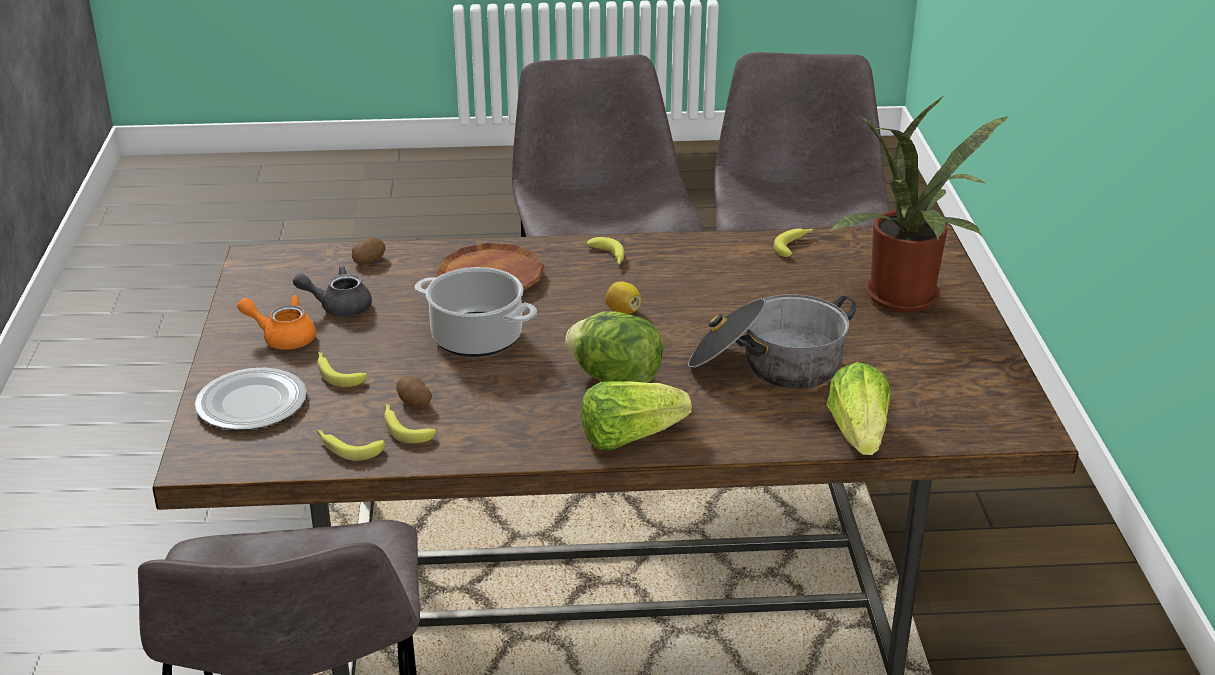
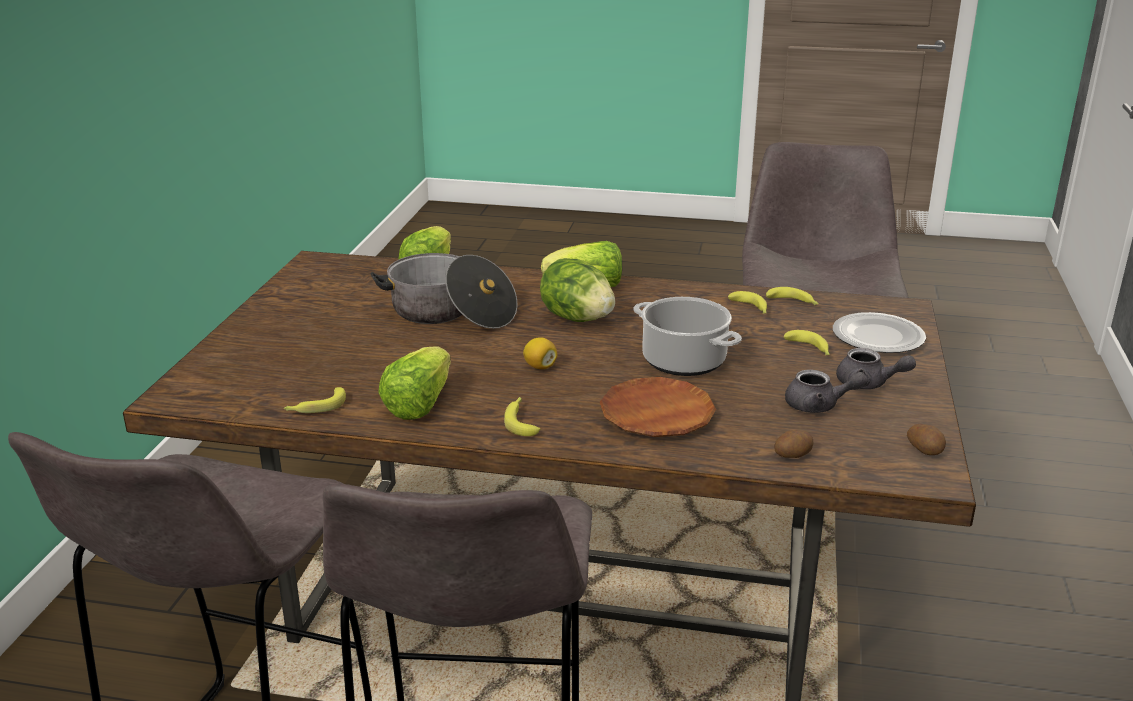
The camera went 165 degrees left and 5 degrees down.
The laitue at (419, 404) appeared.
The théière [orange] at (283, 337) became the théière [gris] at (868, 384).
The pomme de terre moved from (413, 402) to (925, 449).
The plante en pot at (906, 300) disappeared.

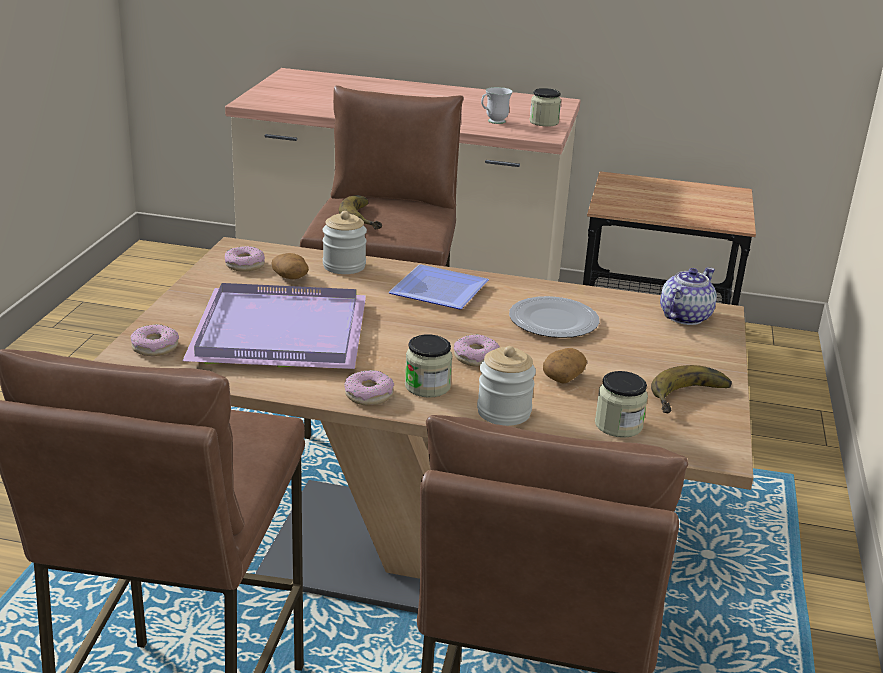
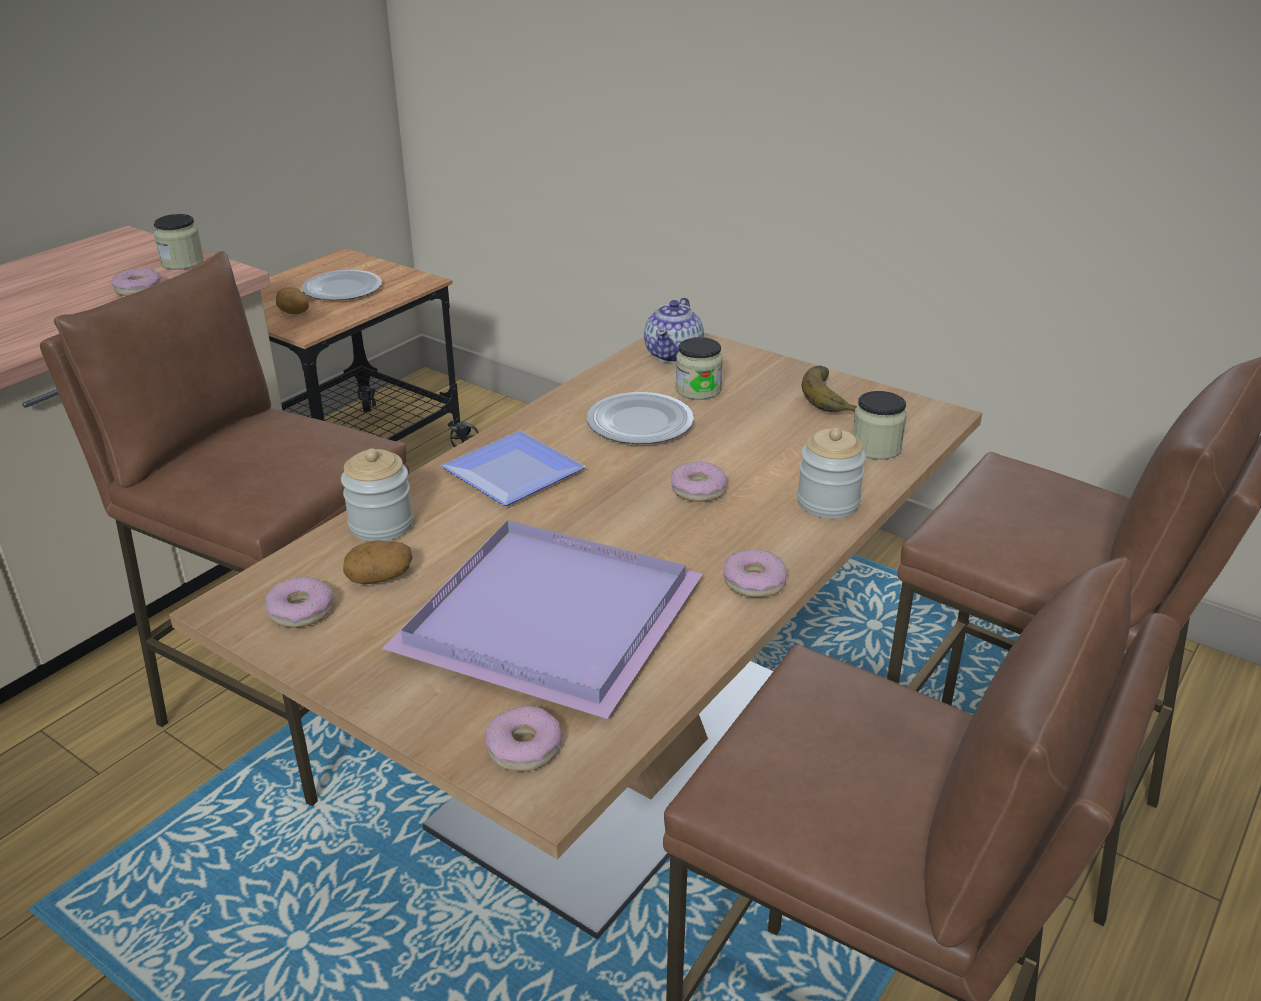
The camera went 65 degrees left and 5 degrees up.
The mug [blanc] at (493, 122) was replaced by the beignet at (138, 289).
The pomme de terre moved from (563, 377) to (293, 311).
The assiette at (343, 289) appeared.
The théière at (684, 317) turned 135 degrees counterclockwise.
The bocal moved from (427, 386) to (698, 390).
The banane at (367, 217) disappeared.

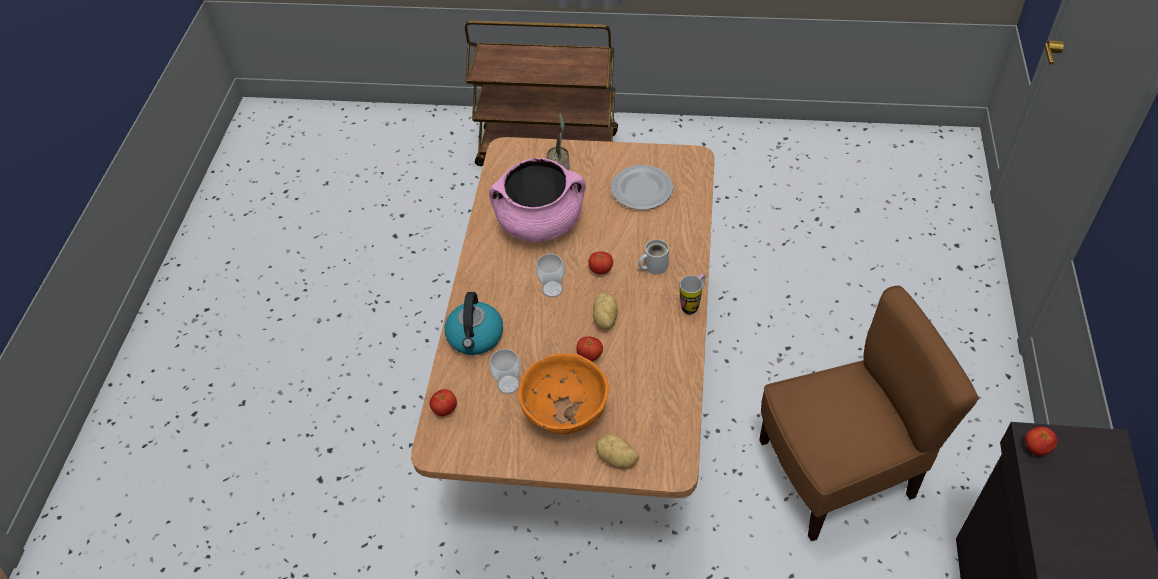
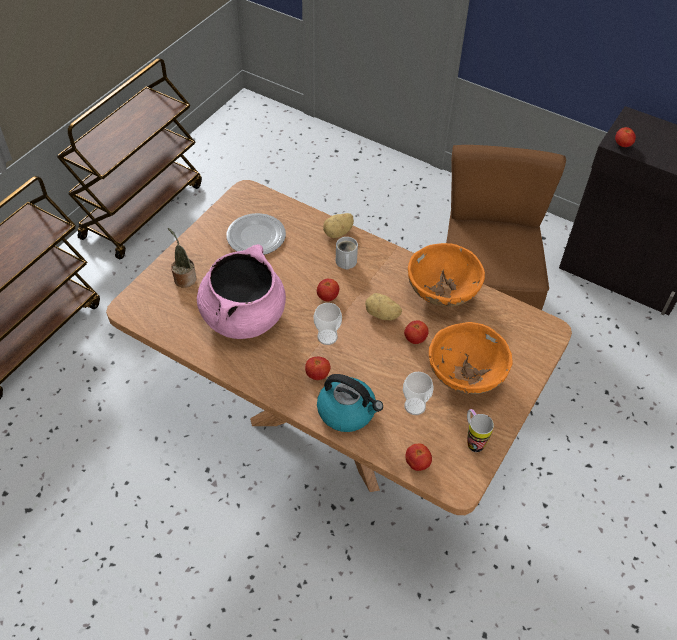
The camera went 70 degrees left and 0 degrees up.
The chariot [marron] at (142, 210) appeared.
The tomate at (317, 375) appeared.
The pomme de terre moved from (617, 459) to (338, 233).
The bol [orange] at (442, 294) appeared.
The mug moved from (693, 304) to (472, 440).

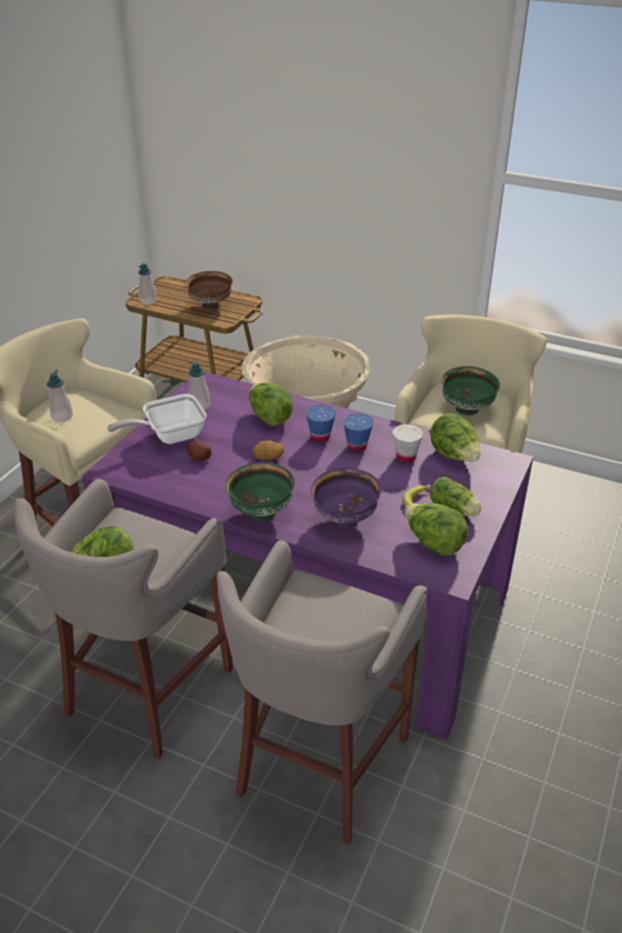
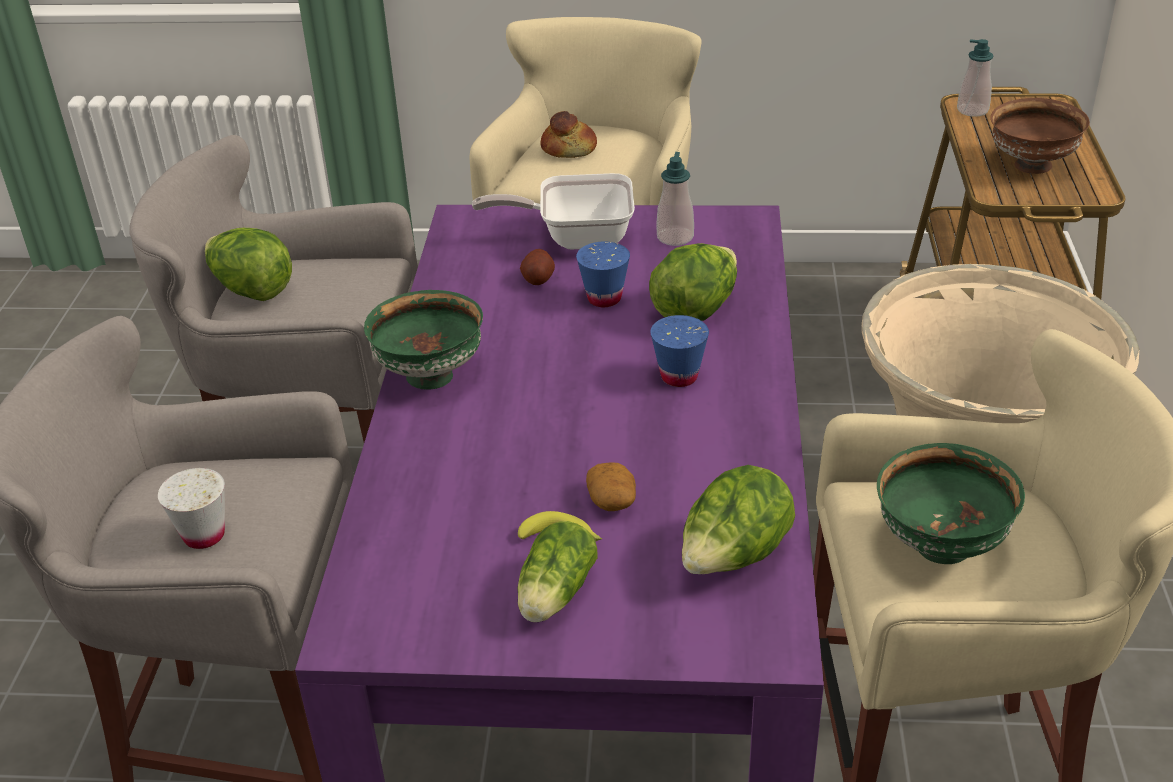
The camera went 70 degrees right and 0 degrees up.
The tasse [blanc] moved from (405, 456) to (204, 535).
The poêle at (169, 436) turned 45 degrees counterclockwise.
The distributeur de savon at (62, 417) was replaced by the pain at (569, 148).
The tasse [bleu] moved from (357, 445) to (604, 298).
The pomme de terre moved from (269, 457) to (612, 500).
The bol [violet] at (345, 519) disappeared.
The laitue at (433, 543) disappeared.

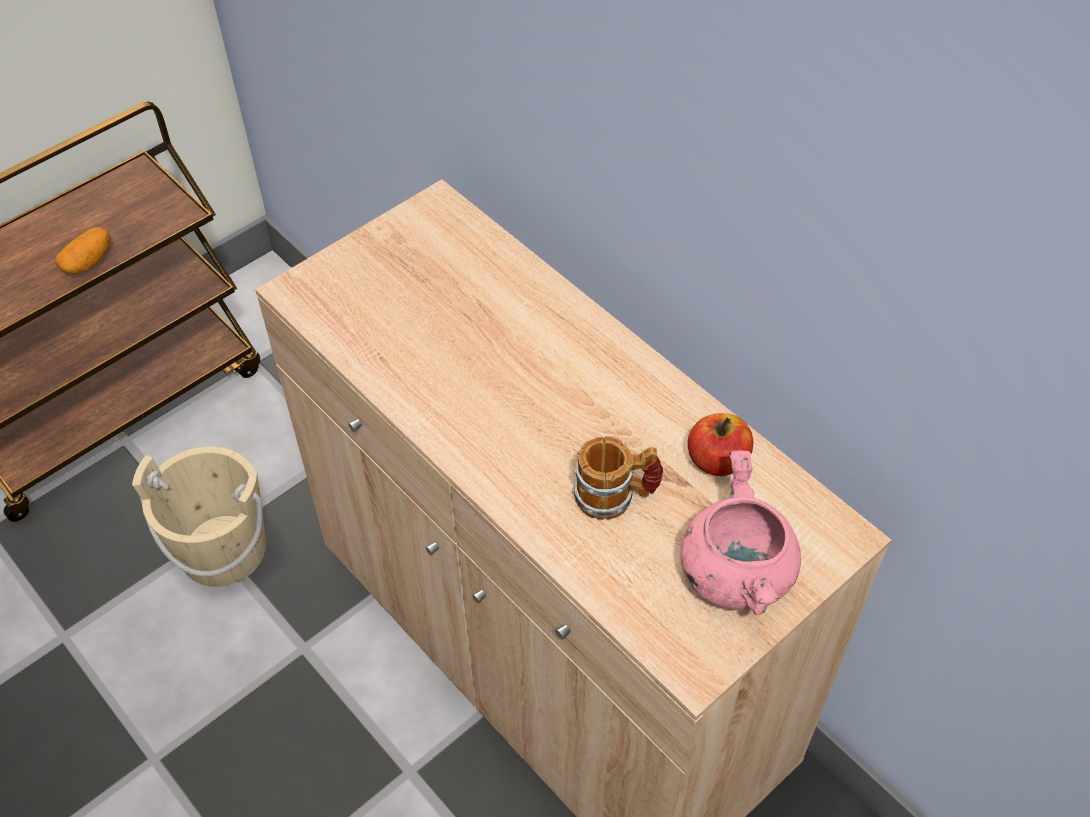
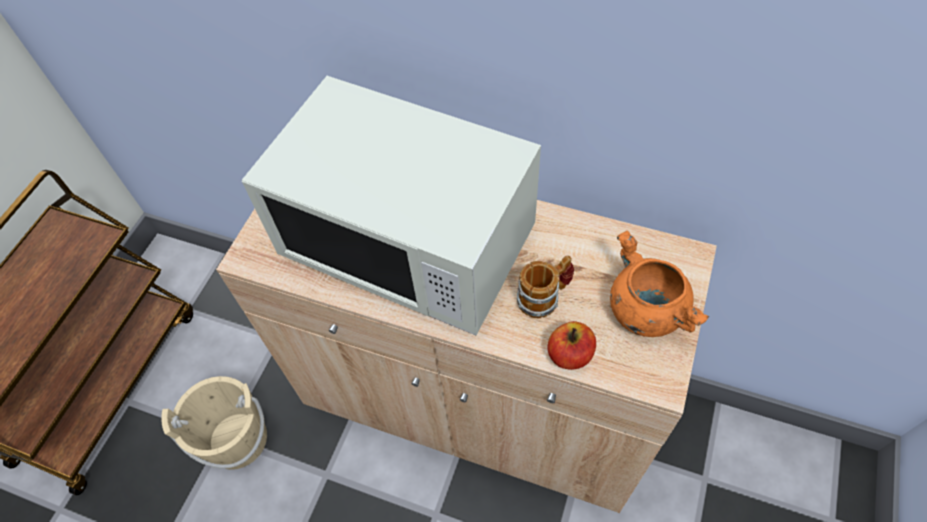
The camera went 25 degrees left and 5 degrees up.
The micro-ondes [blanc] at (409, 244) appeared.
The pomme moved from (717, 460) to (570, 355).
The marmite [rose] at (735, 572) became the marmite [orange] at (645, 310).
The pomme de terre at (88, 262) disappeared.

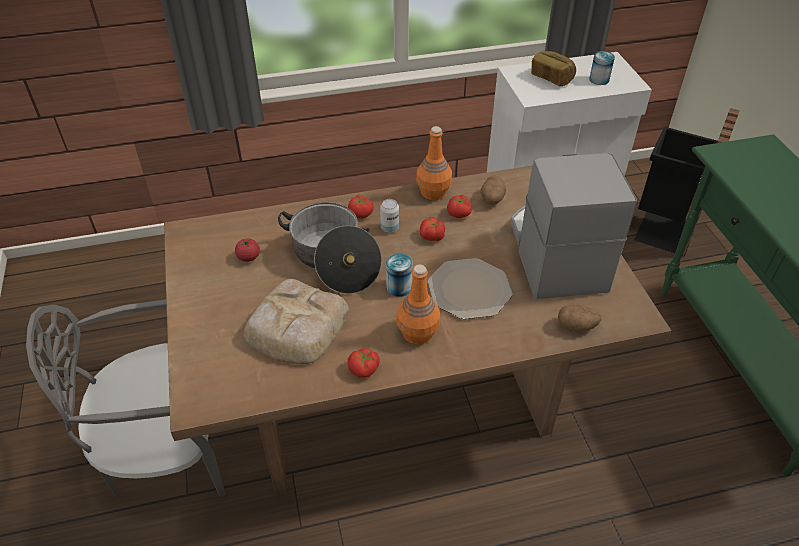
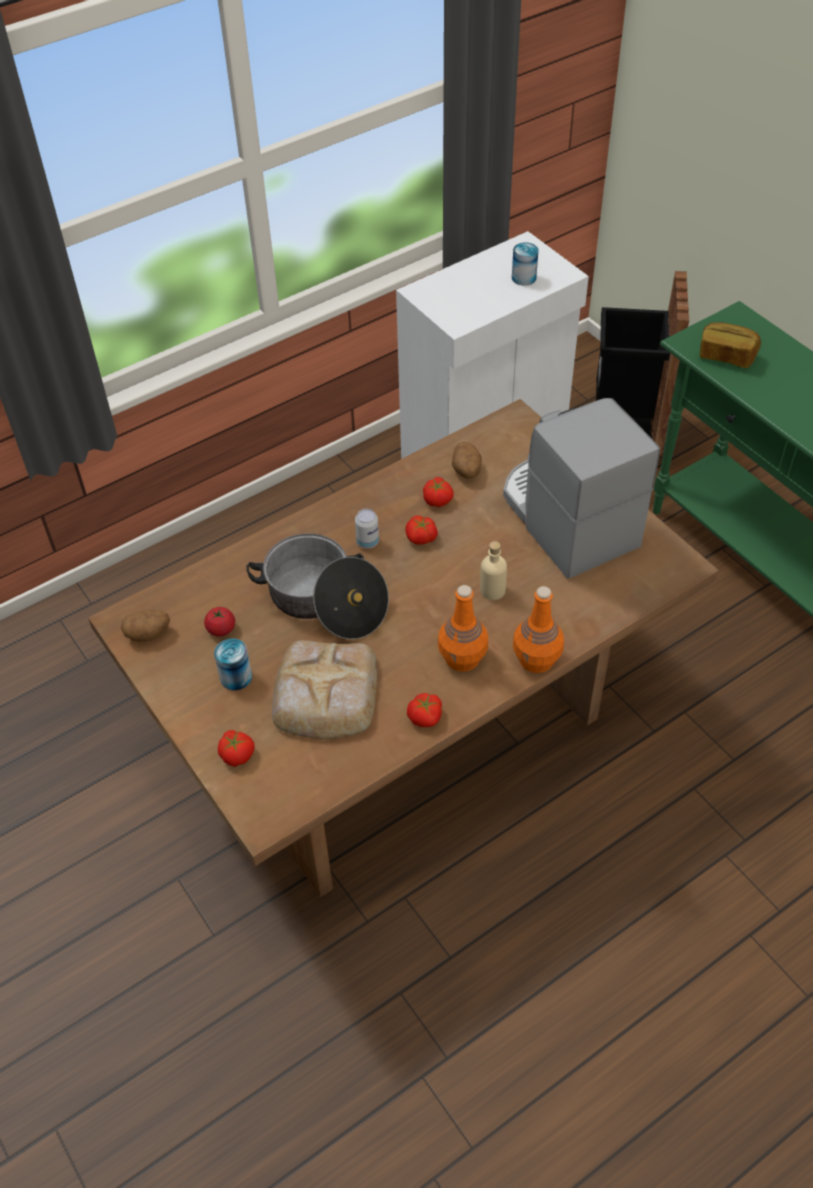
The camera went 20 degrees left and 5 degrees up.
The pomme de terre moved from (577, 326) to (148, 634).
The boîte métallique moved from (399, 287) to (236, 677).
The tomate moved from (361, 213) to (237, 754).
The assiette at (468, 290) was replaced by the bouteille [beige] at (492, 590).
The bouteille [orange] moved from (433, 192) to (537, 659).
The pain moved from (552, 78) to (726, 356).
The chaise [gris] at (166, 450) disappeared.

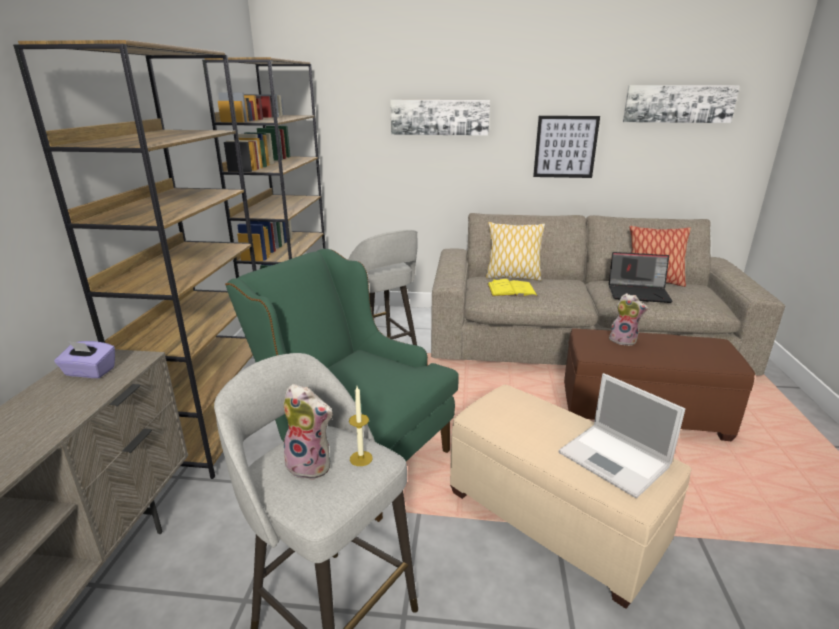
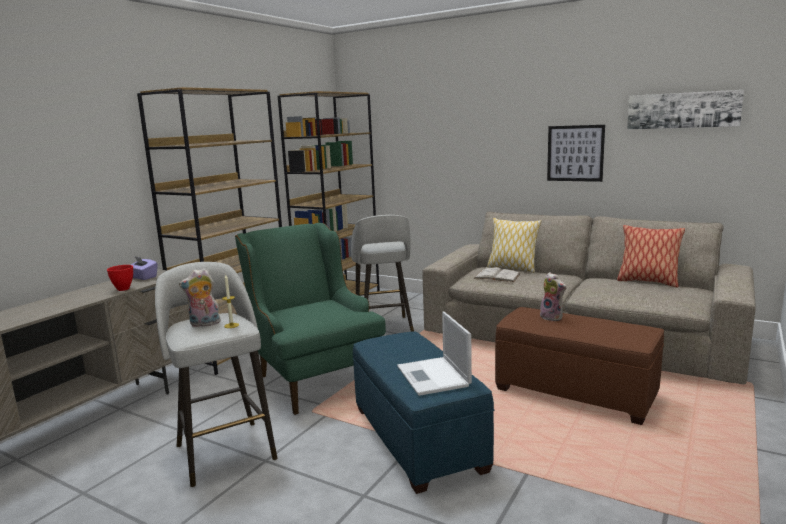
The camera went 25 degrees right and 10 degrees down.
The bol [rouge] at (122, 289) appeared.
The peluche at (311, 465) turned 120 degrees clockwise.
The pouf [beige] at (554, 519) became the pouf [bleu] at (418, 438).
The livre [jaune] at (511, 289) became the livre [blanc] at (497, 276).
The tableau at (439, 117) disappeared.
The ordinateur portable at (639, 293) disappeared.

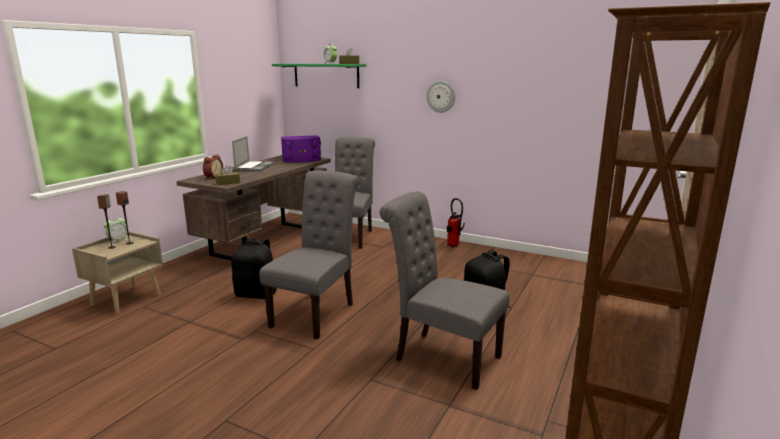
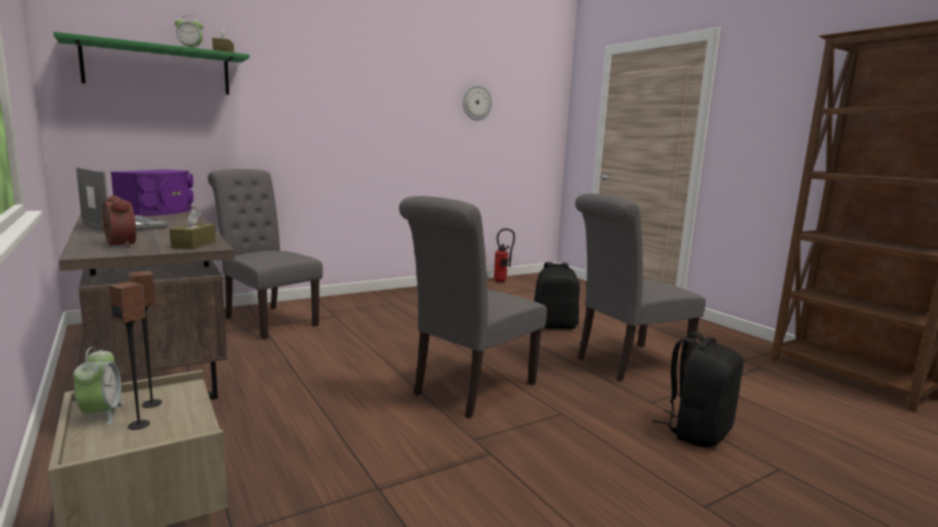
The camera went 60 degrees left and 5 degrees down.
The chaise [gris] at (317, 313) turned 105 degrees counterclockwise.
The horloge murale moved from (441, 96) to (476, 102).
The extincteur moved from (453, 246) to (502, 281).
The sac à dos [noir] moved from (257, 294) to (697, 432).

